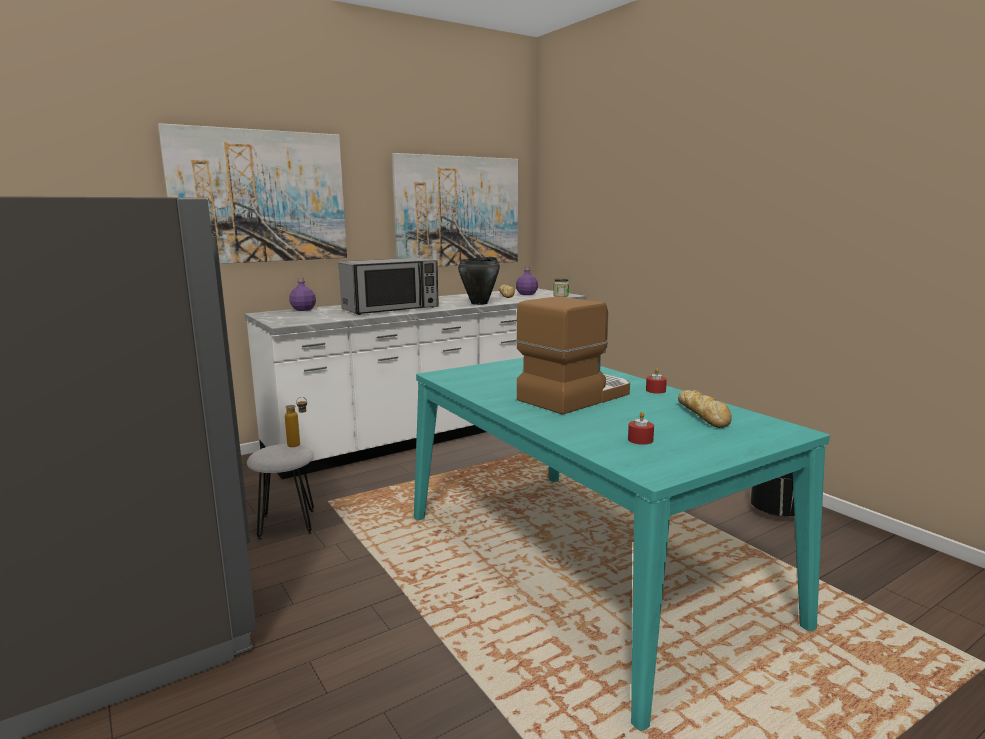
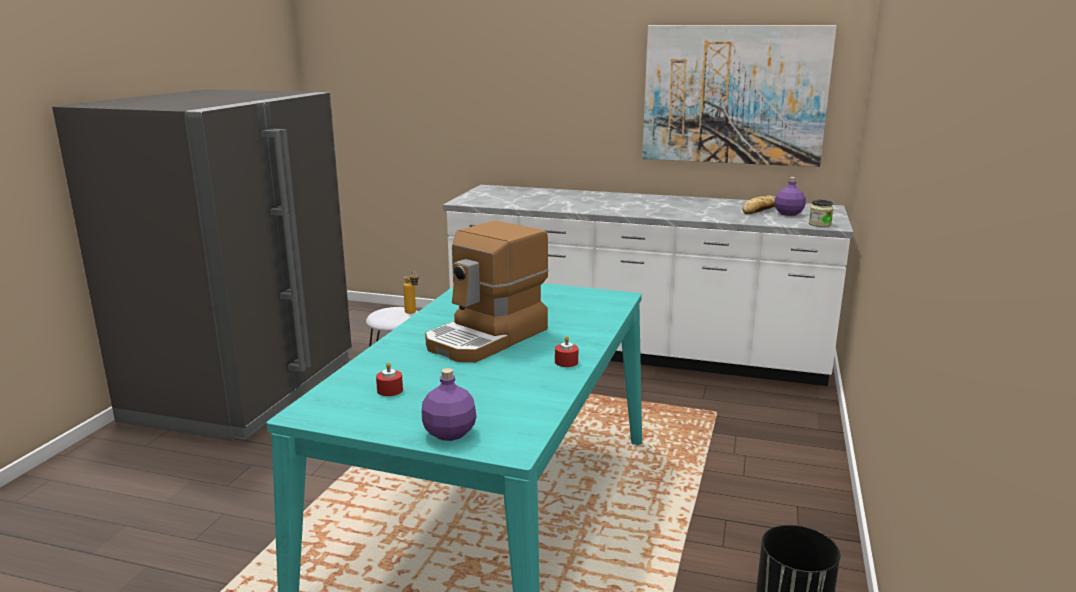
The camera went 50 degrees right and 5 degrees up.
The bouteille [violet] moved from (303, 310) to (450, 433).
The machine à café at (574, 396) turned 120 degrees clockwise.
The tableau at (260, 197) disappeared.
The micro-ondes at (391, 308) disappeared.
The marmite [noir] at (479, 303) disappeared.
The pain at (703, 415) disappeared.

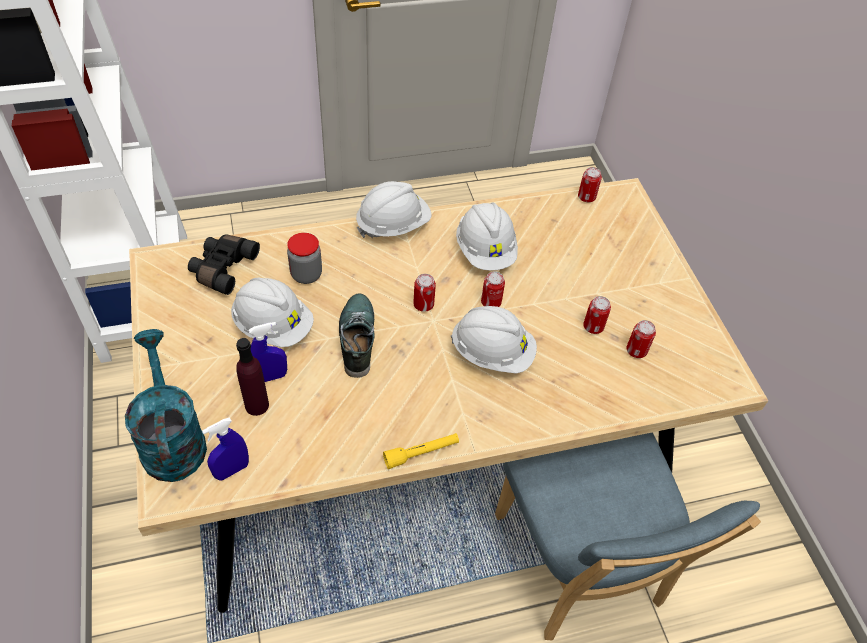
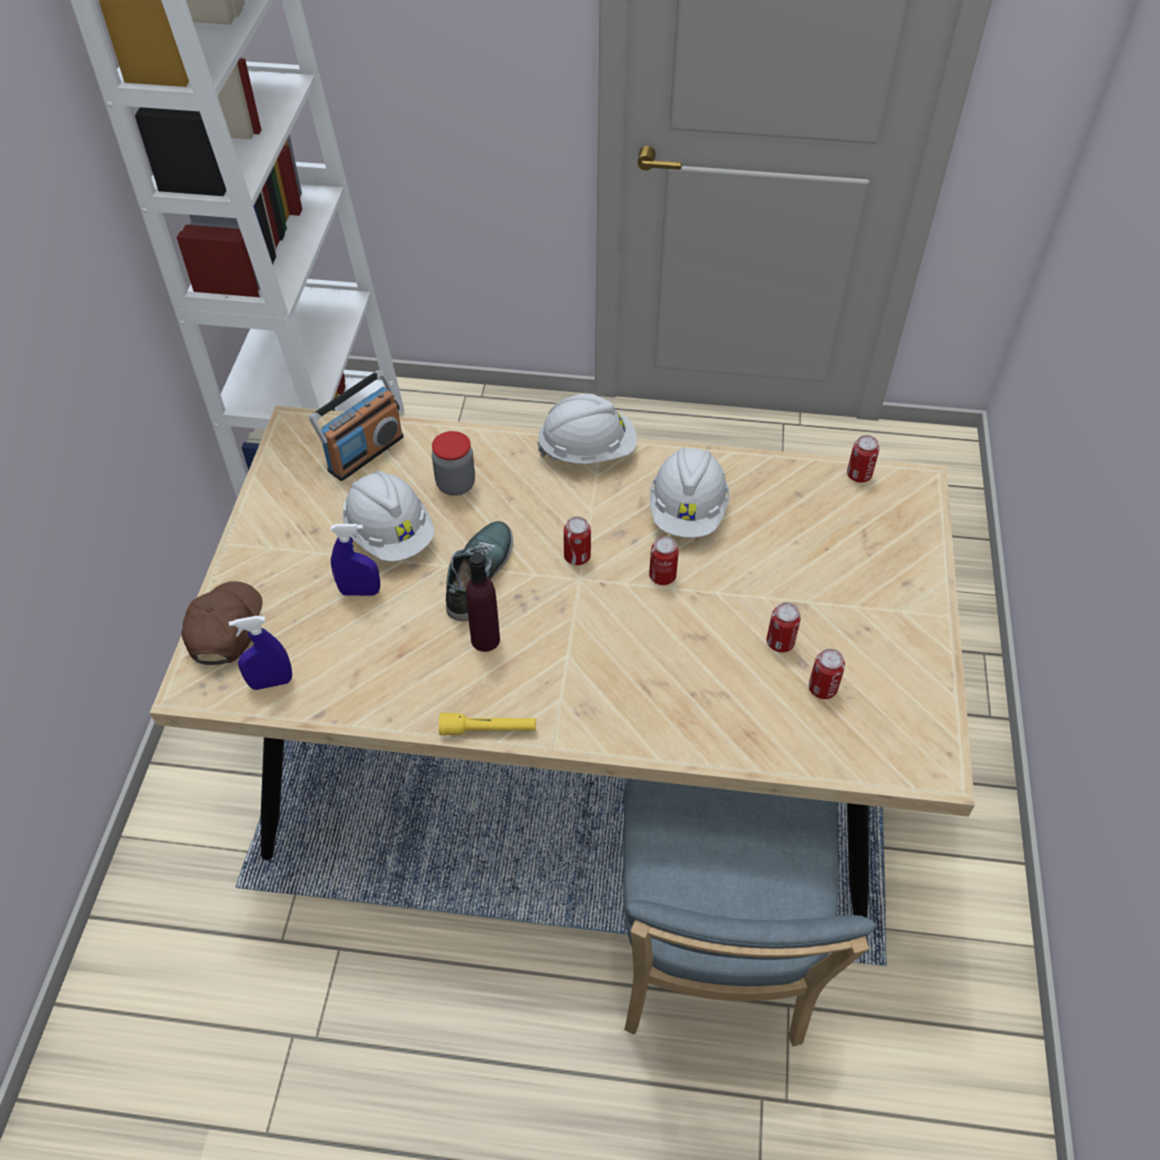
The camera went 25 degrees right and 0 degrees up.
The arrosoir [turquoise] at (171, 438) was replaced by the casquette [marron] at (224, 628).
The jumelles [noir] at (222, 268) was replaced by the radio at (365, 453).
The bouteille [violet] moved from (257, 405) to (485, 639).
The casque de chantier [blanc] at (492, 353) disappeared.

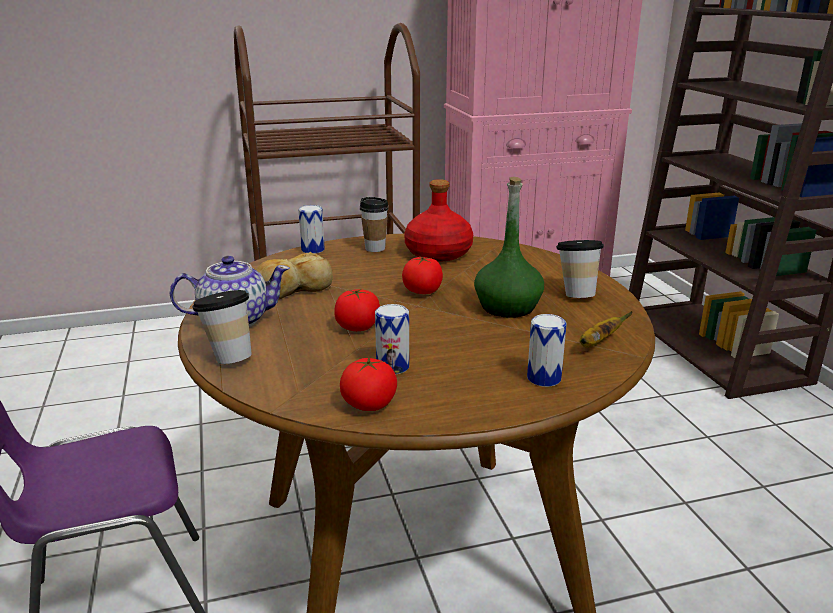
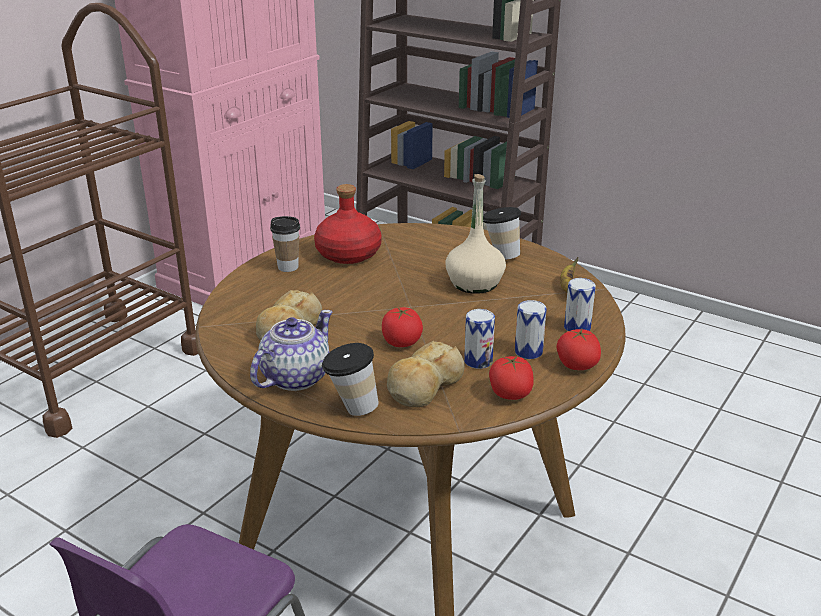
The camera went 40 degrees left and 5 degrees up.
The pain at (424, 386) appeared.
The bouteille [vert] at (508, 307) became the bouteille [beige] at (475, 283).
The boîte métallique moved from (312, 249) to (528, 352).
The tomate moved from (422, 291) to (577, 365).

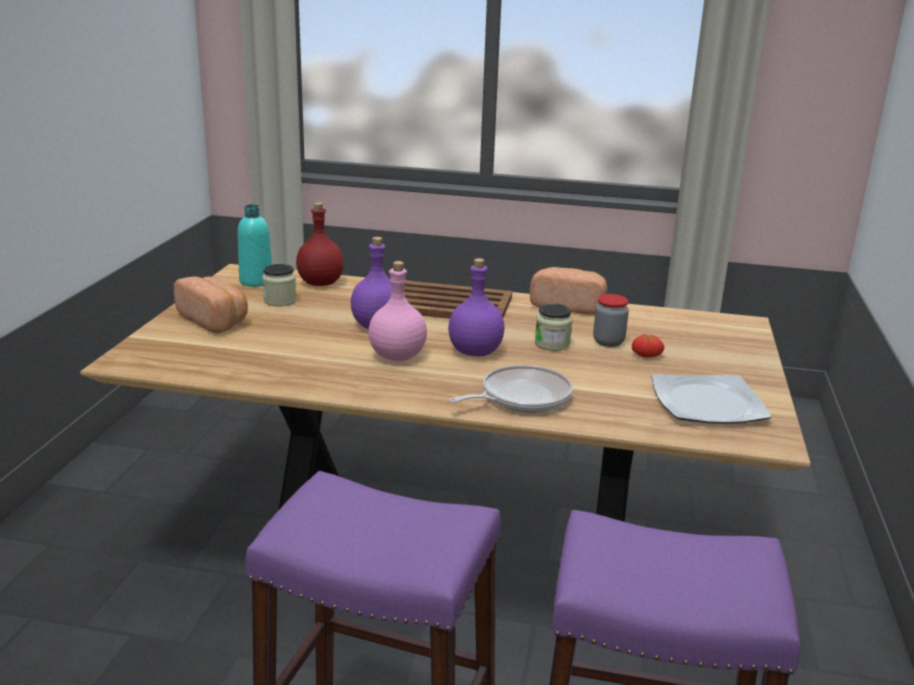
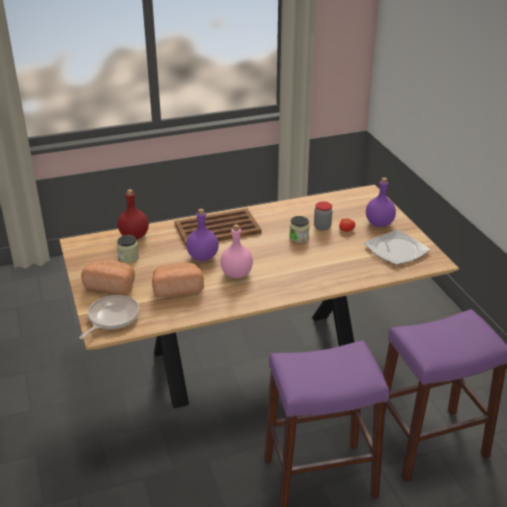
The camera went 30 degrees left and 10 degrees up.
The poêle moved from (521, 397) to (111, 318).
The pain moved from (569, 306) to (177, 288).
The bouteille [violet] moved from (474, 352) to (379, 224).
The bouteille [turquoise] at (256, 281) disappeared.

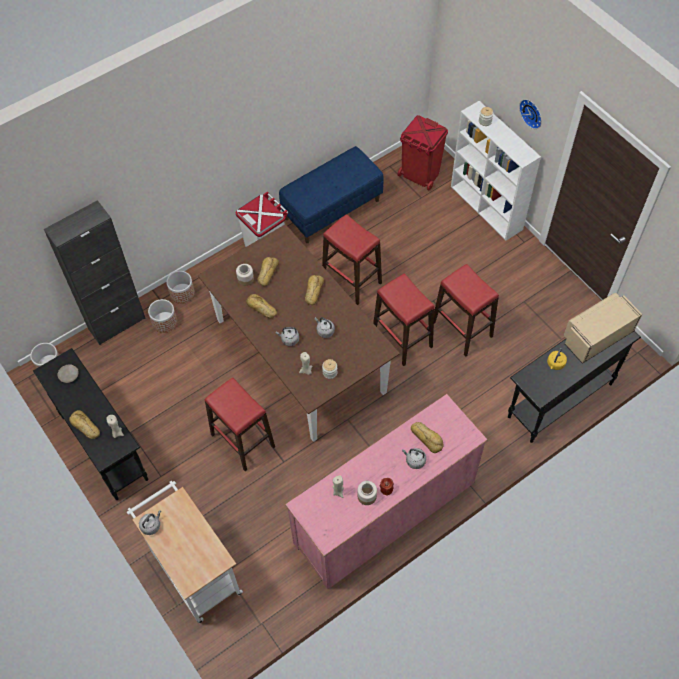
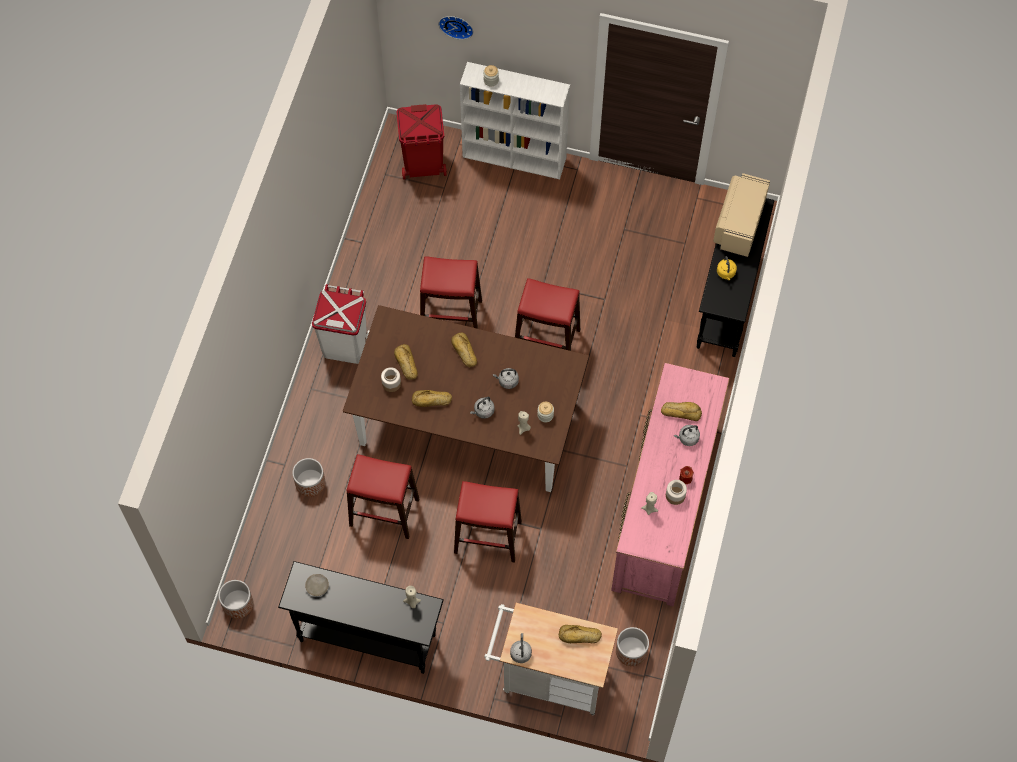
The camera went 40 degrees left and 5 degrees up.
The tabouret [rouge] moved from (461, 329) to (384, 512).
The horloge murale moved from (532, 113) to (456, 25).
The pain moved from (85, 427) to (579, 636).
The cache-pot moved from (182, 293) to (631, 651).
The meuble de rangement [noir] at (117, 323) disappeared.
The banc [bleu] at (332, 209) disappeared.

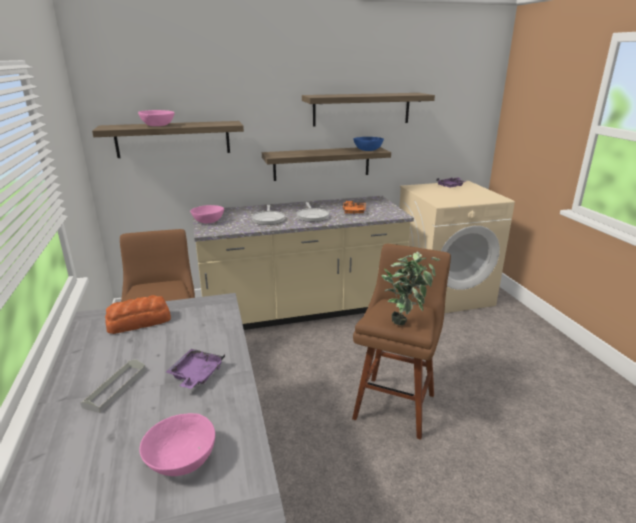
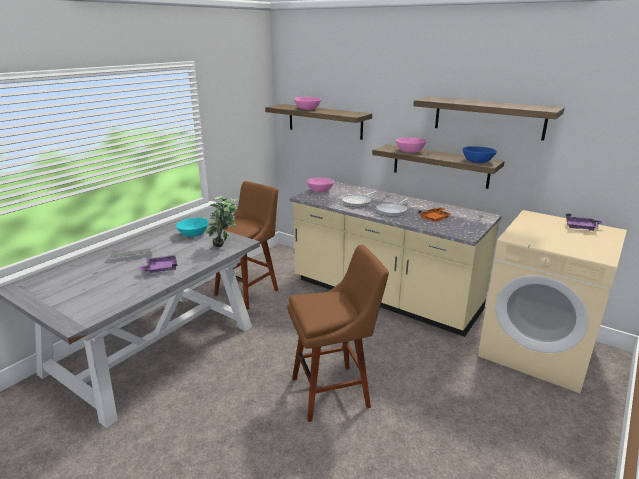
The camera went 50 degrees right and 0 degrees up.
The pain at (139, 322) was replaced by the bol [turquoise] at (193, 234).
The plante en pot moved from (405, 320) to (225, 246).
The bol [rose] moved from (181, 460) to (410, 151).

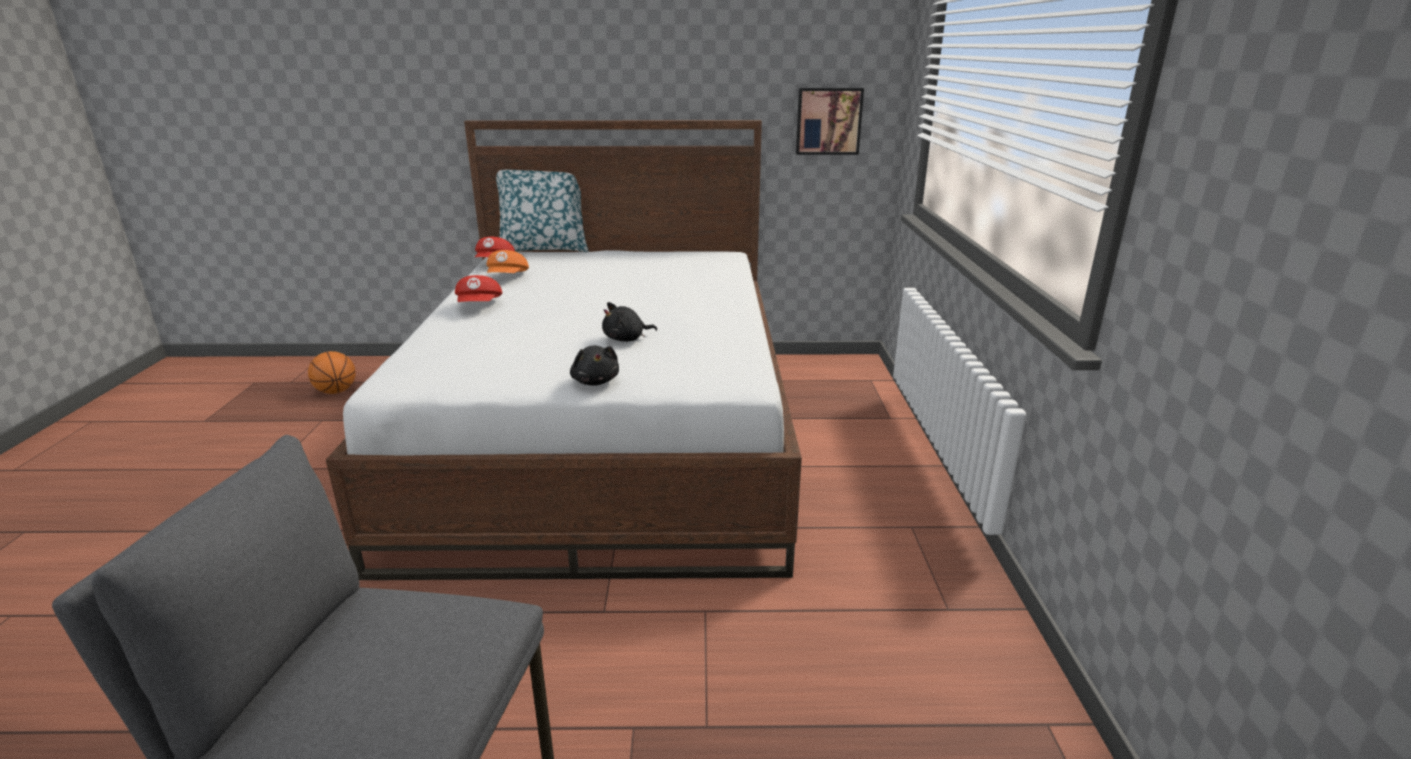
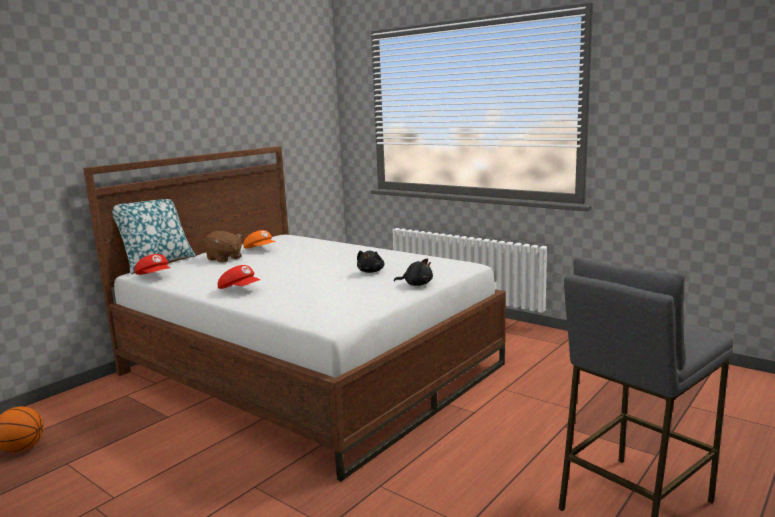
The camera went 50 degrees left and 10 degrees down.
The peluche [marron] at (224, 259) appeared.
The casquette [orange] moved from (508, 278) to (260, 249).
The tableau at (828, 121) disappeared.

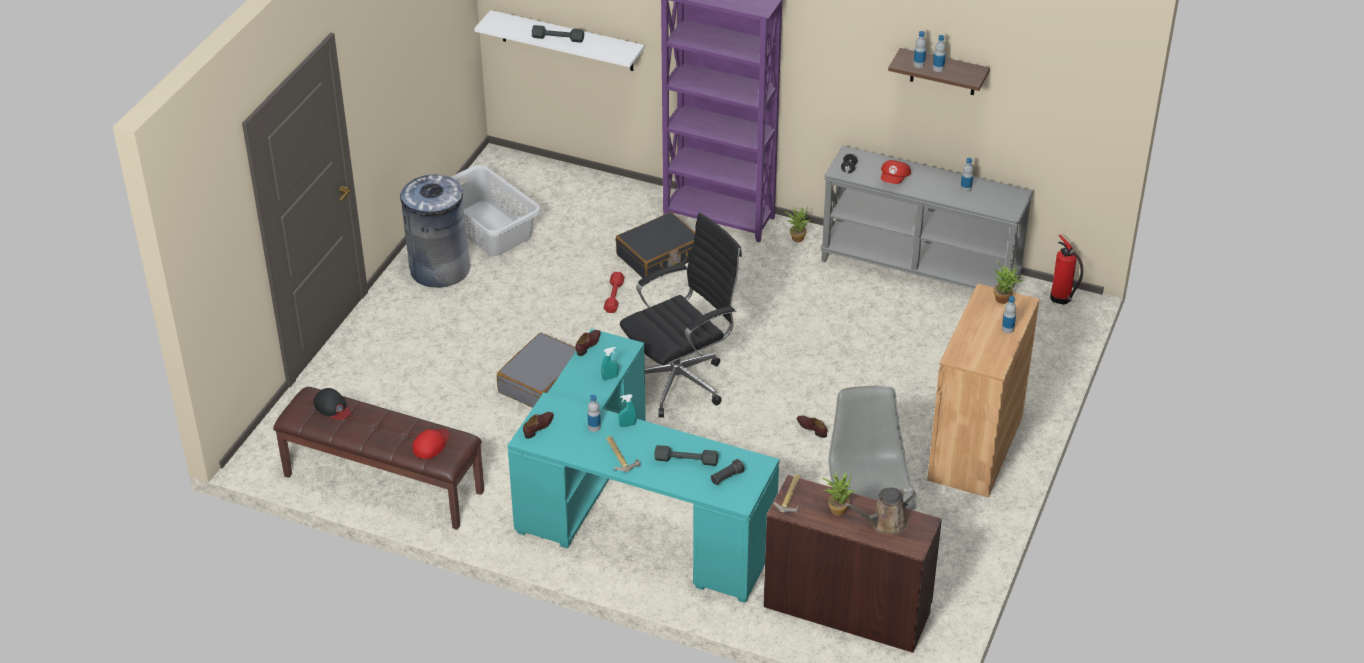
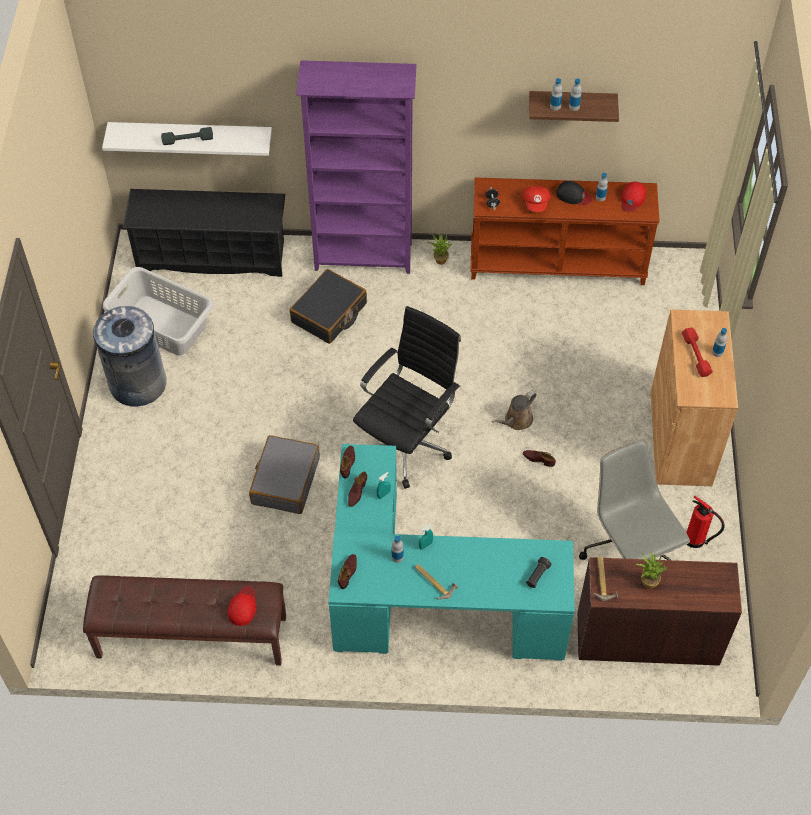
The camera went 20 degrees left and 15 degrees up.
The étagère à chaussures [noir] at (212, 256) appeared.
The chaussure [marron] at (357, 492) appeared.
The table console [gris] at (921, 268) became the table console [marron] at (557, 263).
The arrosoir [marron] moved from (885, 523) to (516, 420).
The casquette [noir] moved from (332, 407) to (573, 196).
The casquette [rouge] at (632, 198) appeared.
The haltère [rouge] moved from (614, 296) to (696, 355).
The extincteur moved from (1061, 299) to (696, 541).
The haltère [gris] at (686, 460) disappeared.
The plante en pot at (1005, 299) disappeared.

